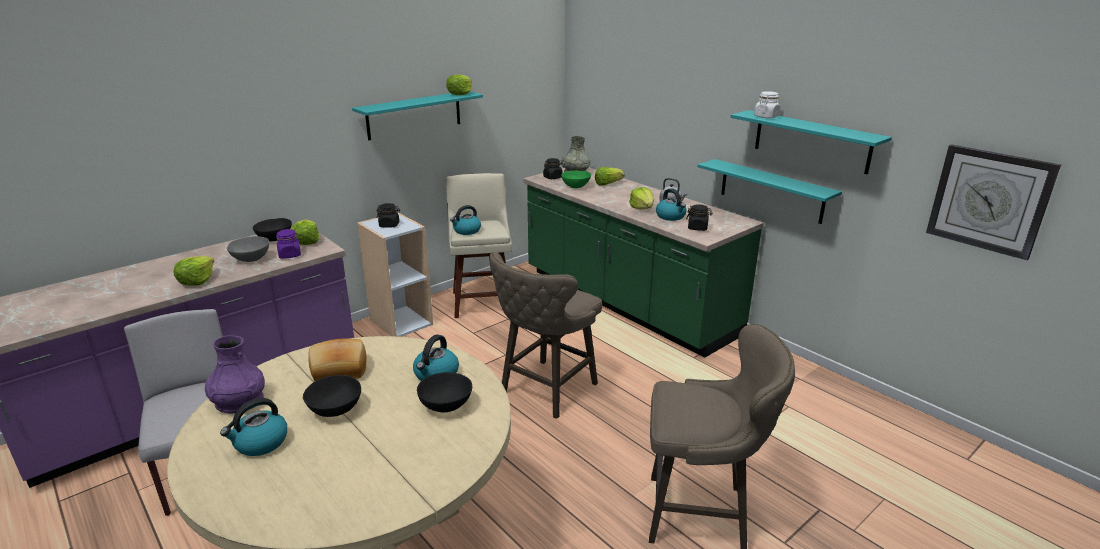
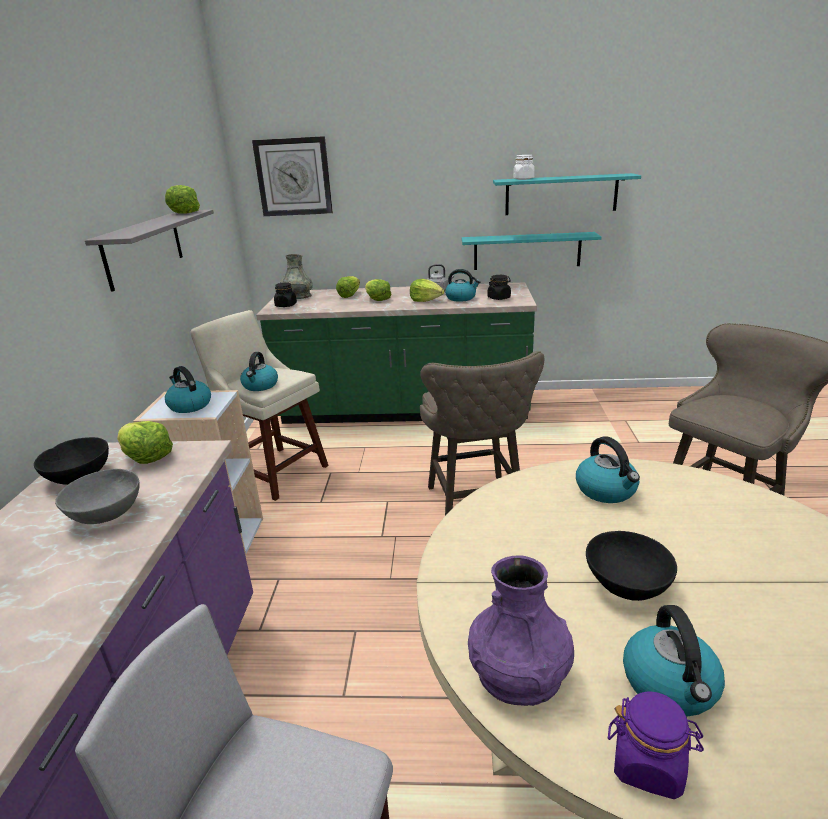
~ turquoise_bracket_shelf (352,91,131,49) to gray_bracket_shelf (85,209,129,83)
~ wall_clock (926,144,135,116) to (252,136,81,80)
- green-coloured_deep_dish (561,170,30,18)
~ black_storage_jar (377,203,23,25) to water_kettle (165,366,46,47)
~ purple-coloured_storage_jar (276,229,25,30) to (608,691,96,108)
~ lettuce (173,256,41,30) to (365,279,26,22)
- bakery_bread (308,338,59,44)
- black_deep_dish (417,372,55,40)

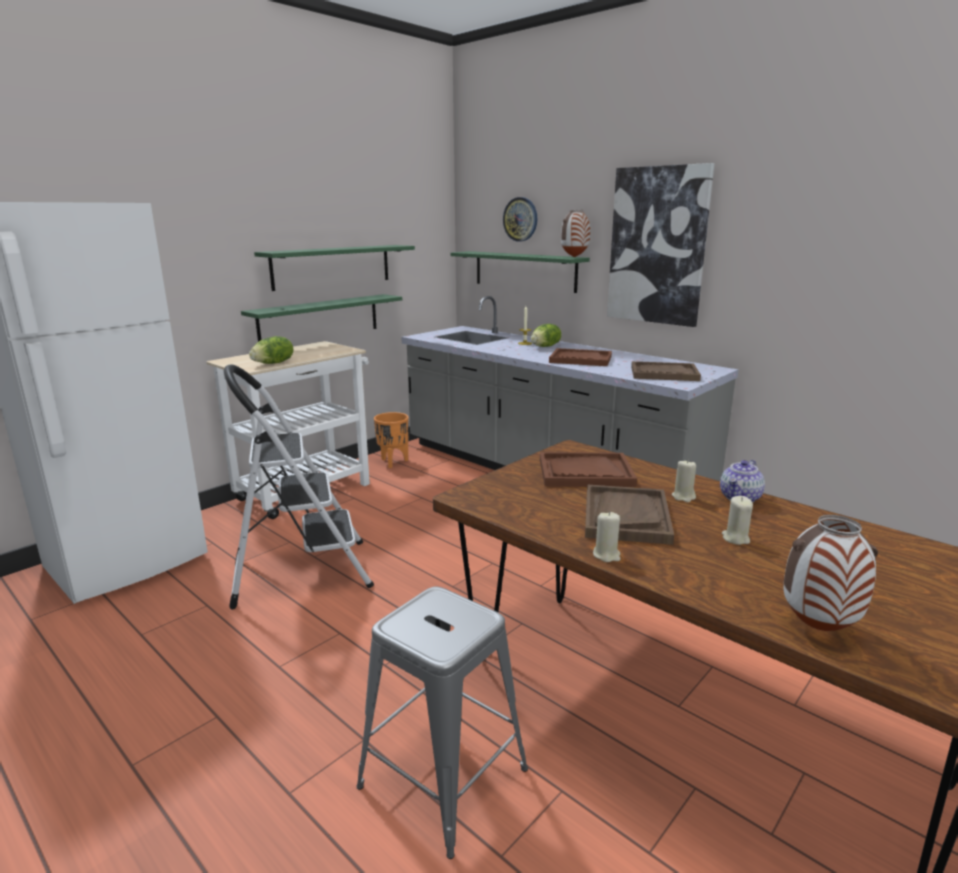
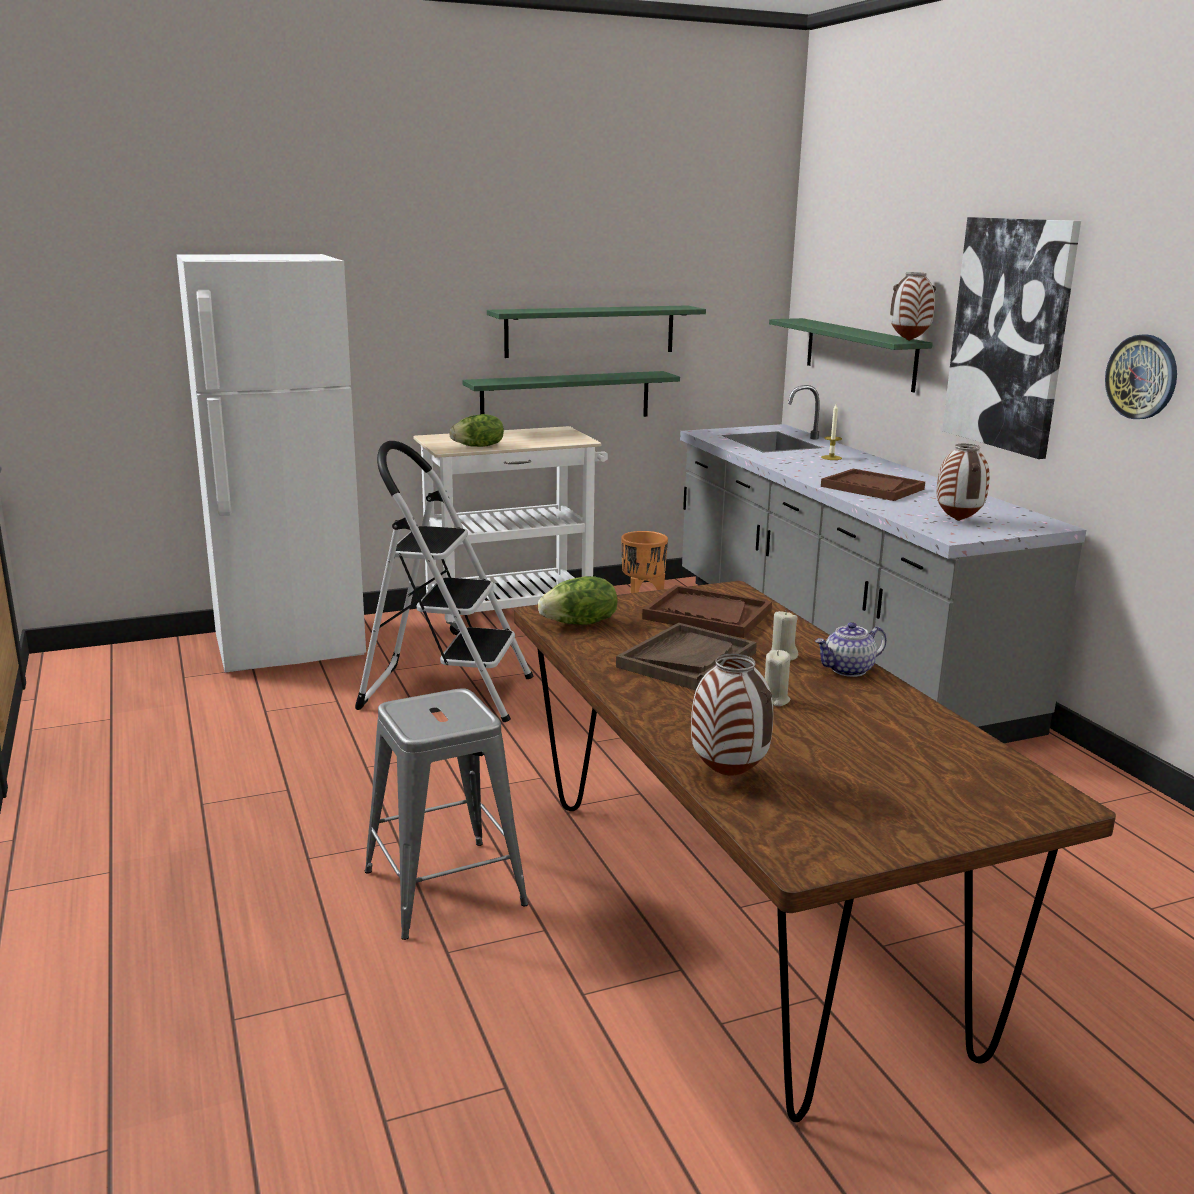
~ wall_clock (503,197,34,45) to (1105,334,72,85)
~ lettuce (531,324,30,23) to (538,576,79,49)
~ brownish_serving_tray (631,361,70,20) to decorative_vase (936,444,54,77)
- sand-coloured_candle (593,511,28,51)

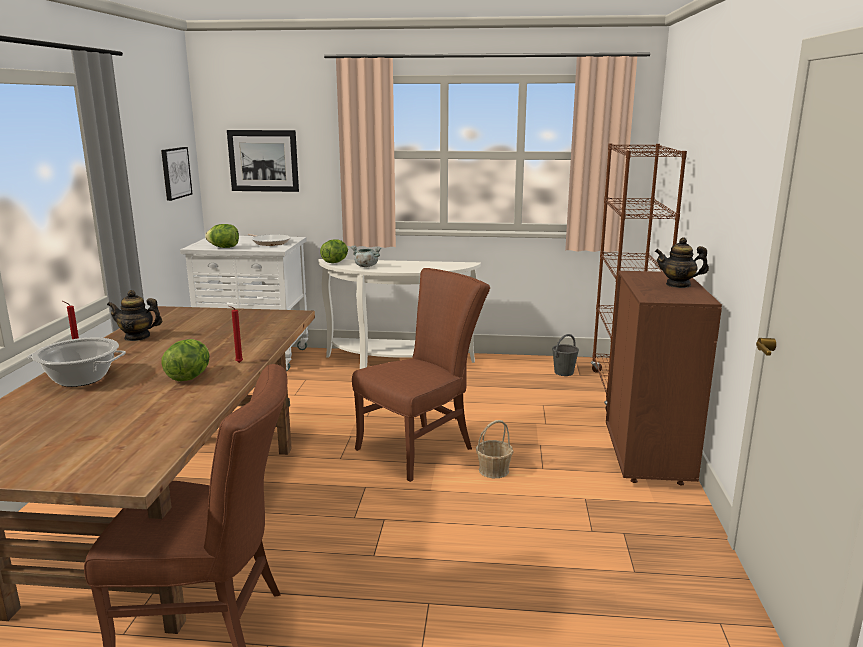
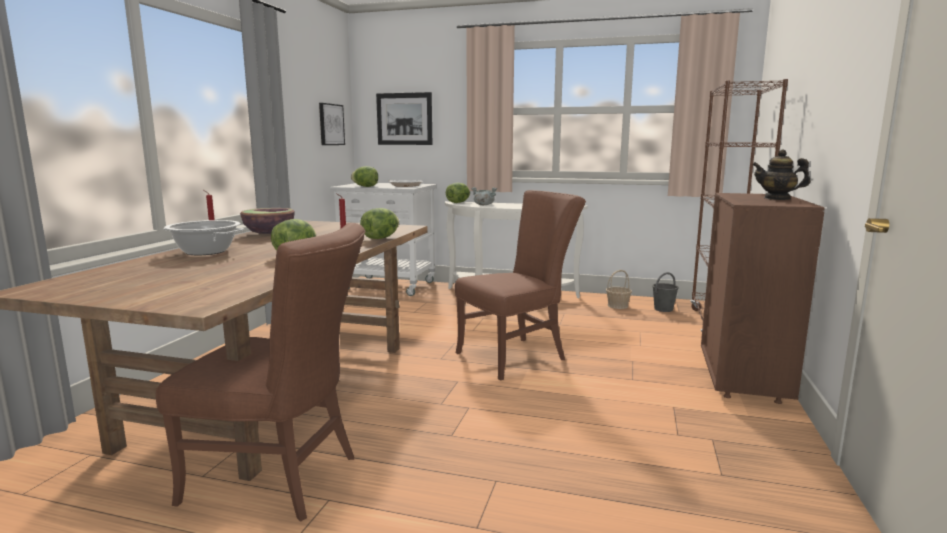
~ teapot (107,290,55,51) to deep_dish (240,208,55,26)
~ household_basket (476,420,38,58) to (606,270,26,39)
+ lettuce (360,208,39,31)

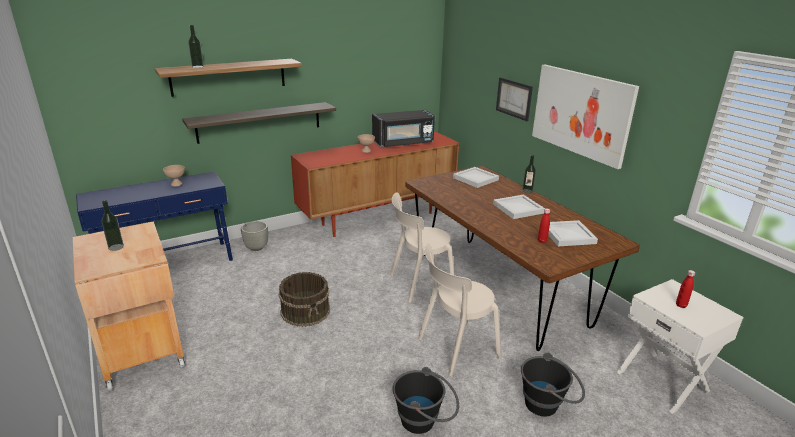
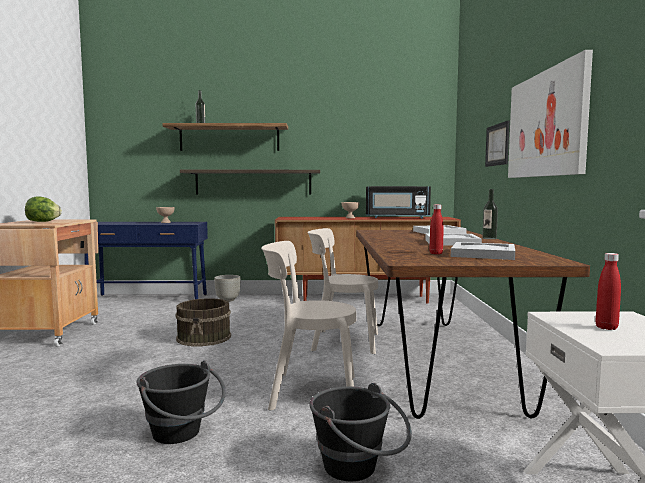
~ drink_bottle (101,200,23,51) to lettuce (25,196,37,26)

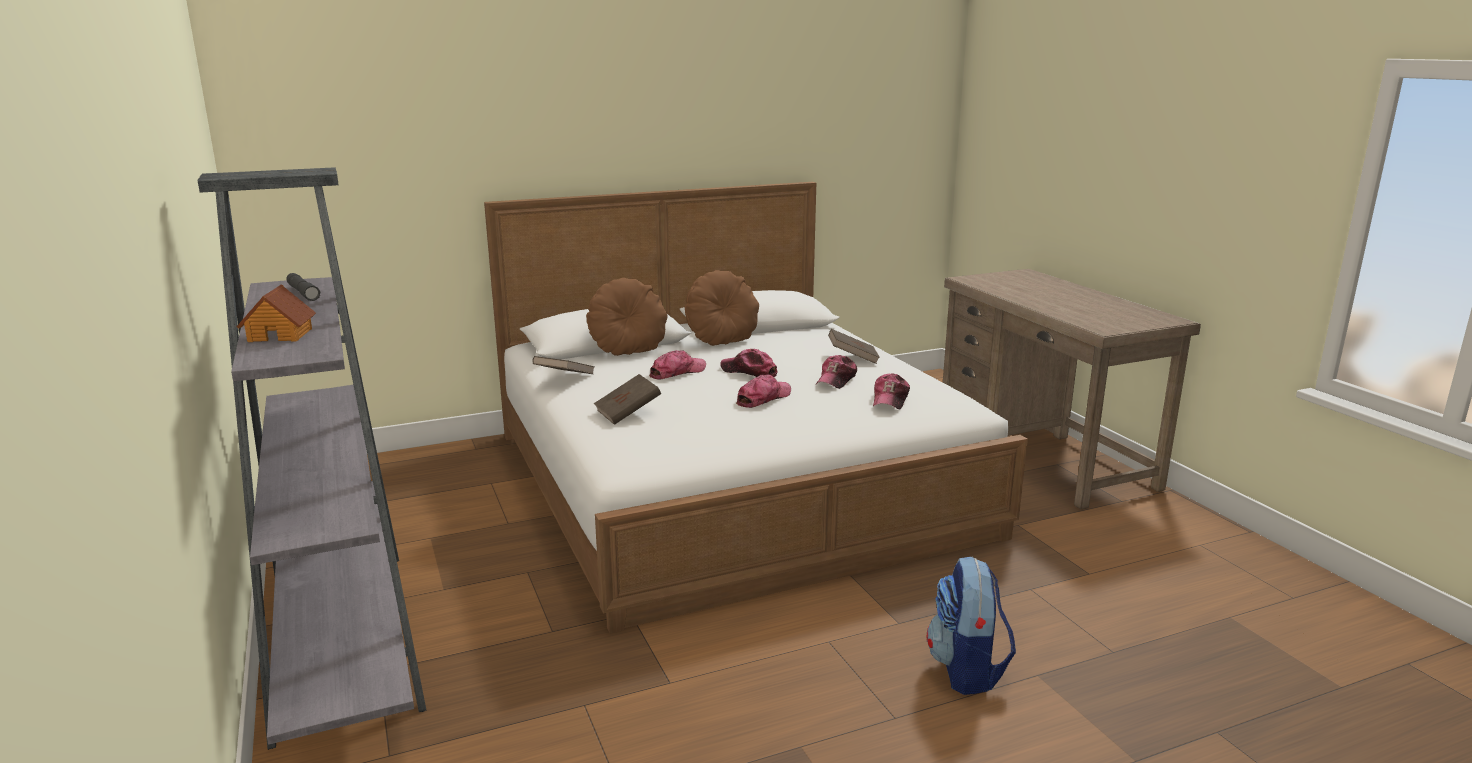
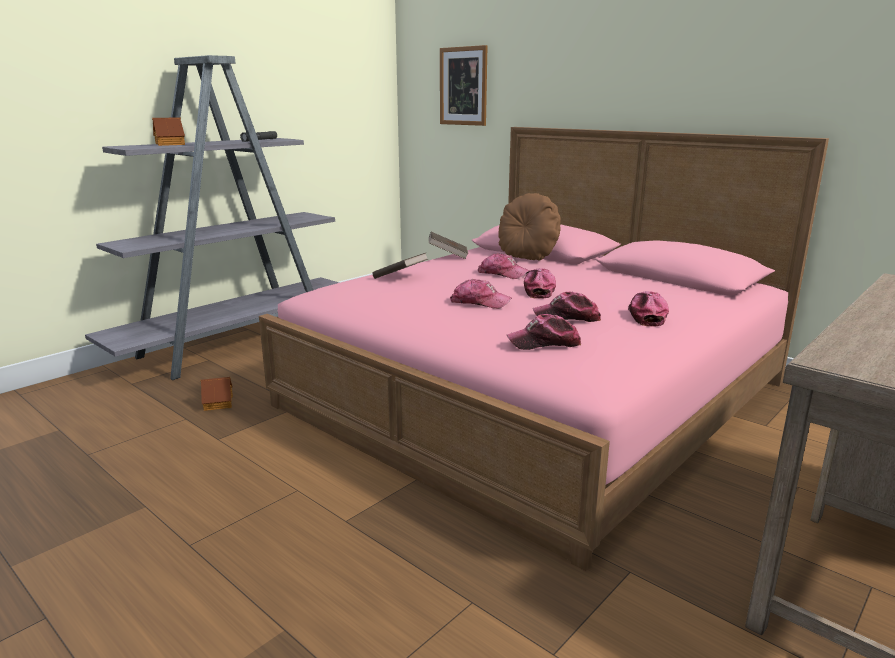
~ white_bedroom_bed (484,182,544,452) to pink_bedroom_bed (259,127,570,444)
- brownish_pillow (685,270,74,76)
~ brownish_book (828,329,52,35) to peaked_cap (628,291,41,36)
- backpack (927,556,89,139)
+ picture (440,45,47,81)
+ toy_house (200,377,33,34)

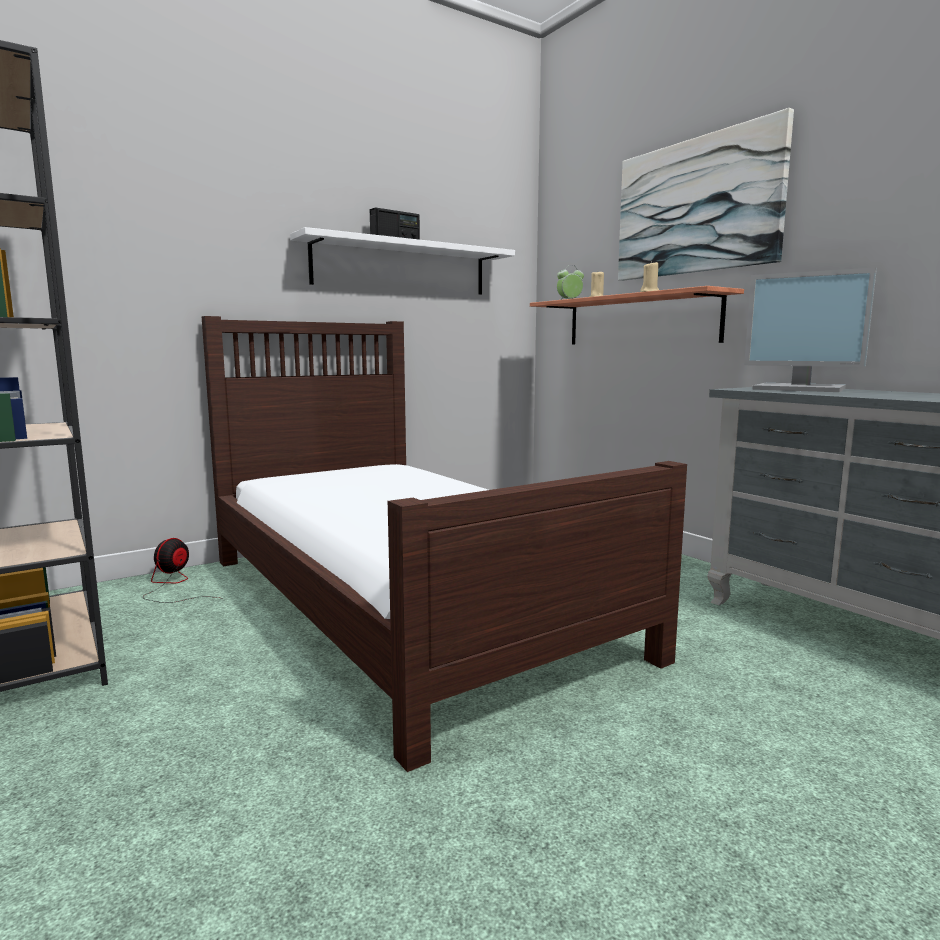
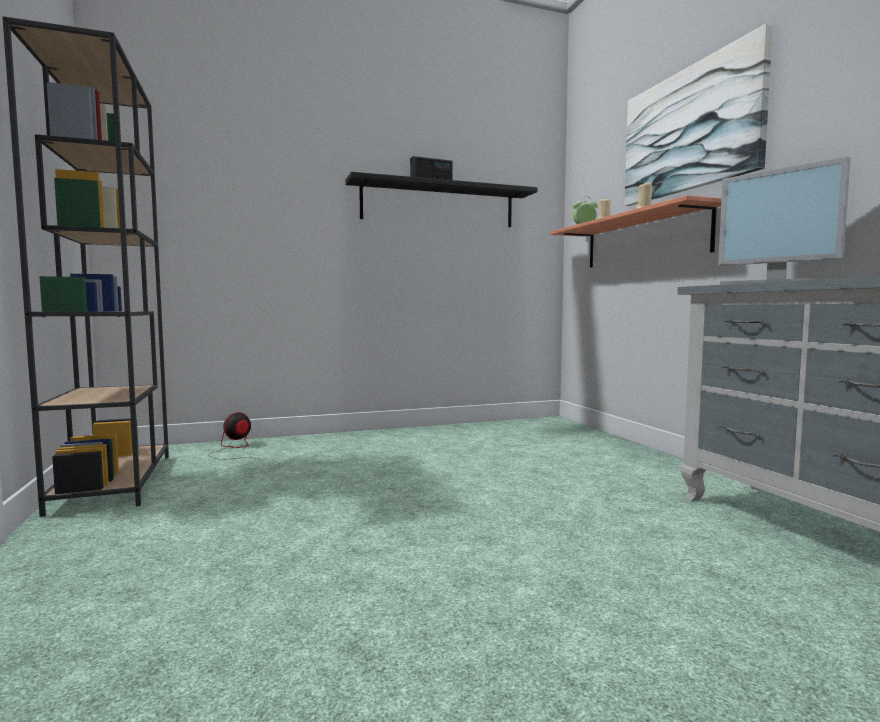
~ white_bracket_shelf (290,227,225,68) to black_bracket_shelf (345,172,192,55)
- brownish_bedroom_bed (202,316,485,456)

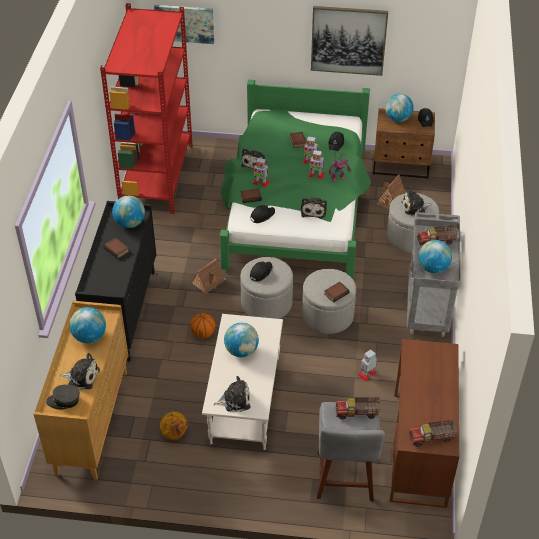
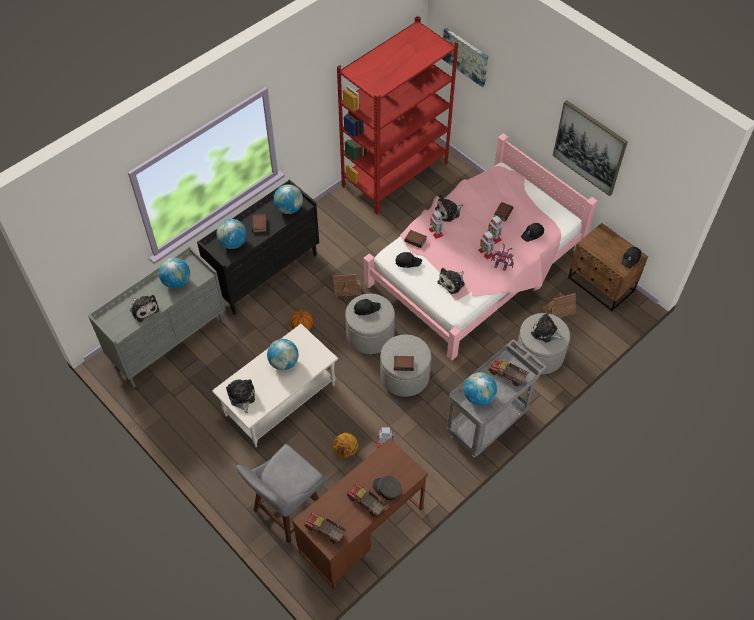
~ green-coloured_bedroom_bed (220,80,151,199) to pink_bedroom_bed (364,133,234,227)
~ desk_globe (385,94,29,28) to (216,219,31,30)
~ brownish_chest_of_drawers (34,301,94,180) to gray_chest_of_drawers (88,247,137,141)
~ cuddly_toy (214,376,36,36) = (226,379,29,34) 135 degrees counterclockwise
~ gray_peaked_cap (46,384,34,26) to (373,476,29,24)
~ toy_lorry (336,397,45,22) to (347,483,40,34)
~ basketball_ball (160,411,27,29) to (333,433,25,25)

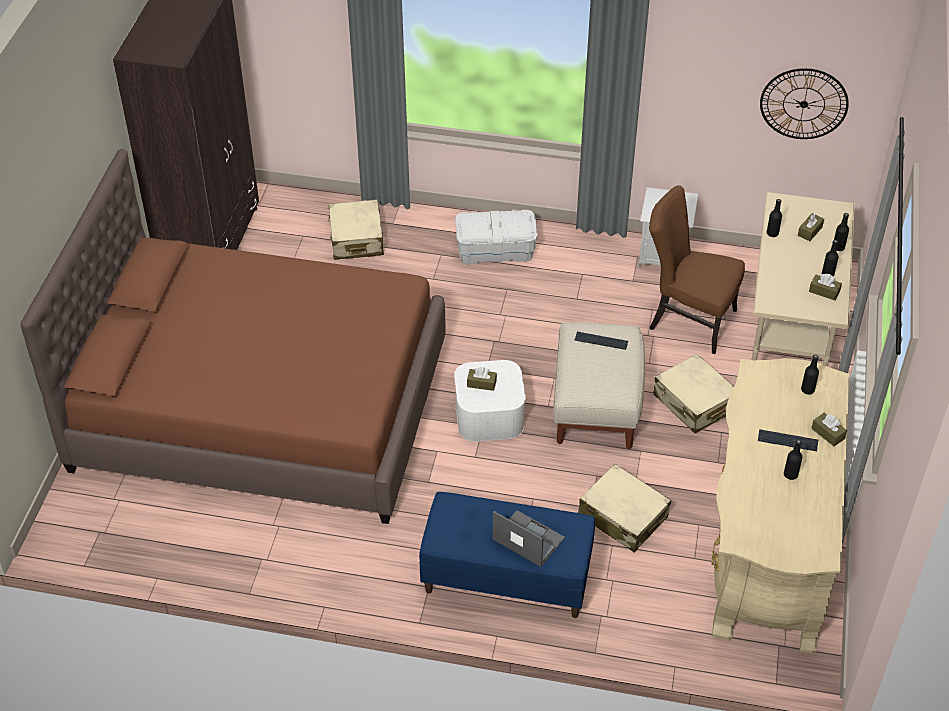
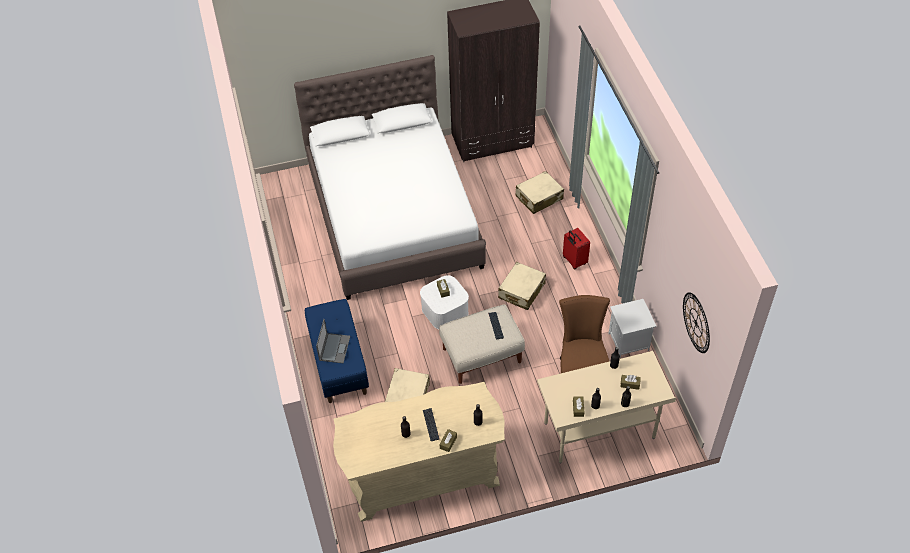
~ brownish_bedroom_bed (20,149,426,375) to white_bedroom_bed (294,55,192,245)
~ white_storage_container (455,210,83,54) to reddish_suitcase (563,228,27,41)
~ sand-coloured_suitcase (653,354,81,79) to (498,262,48,48)

